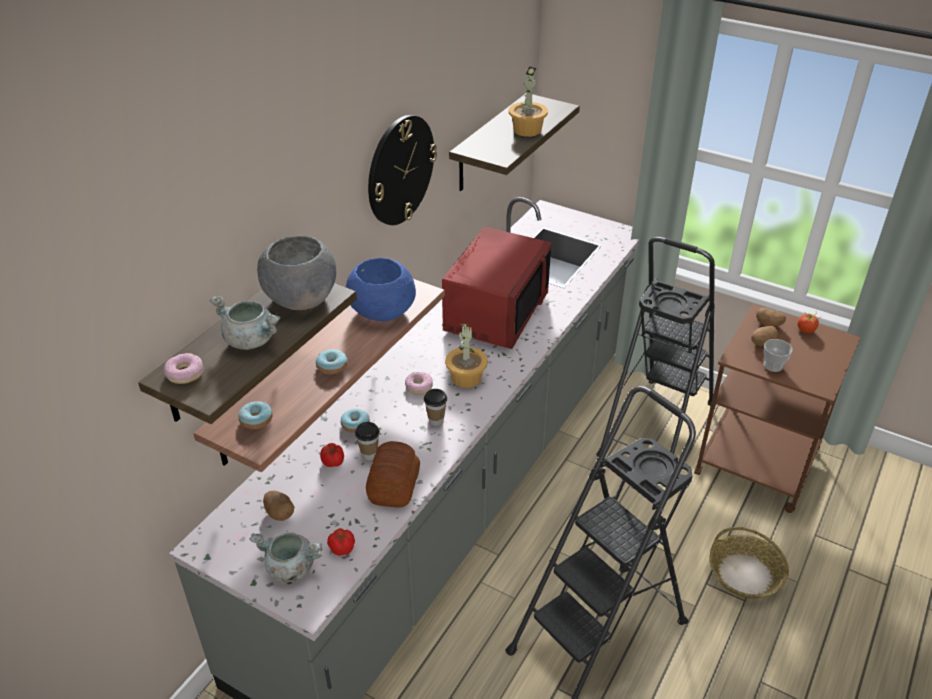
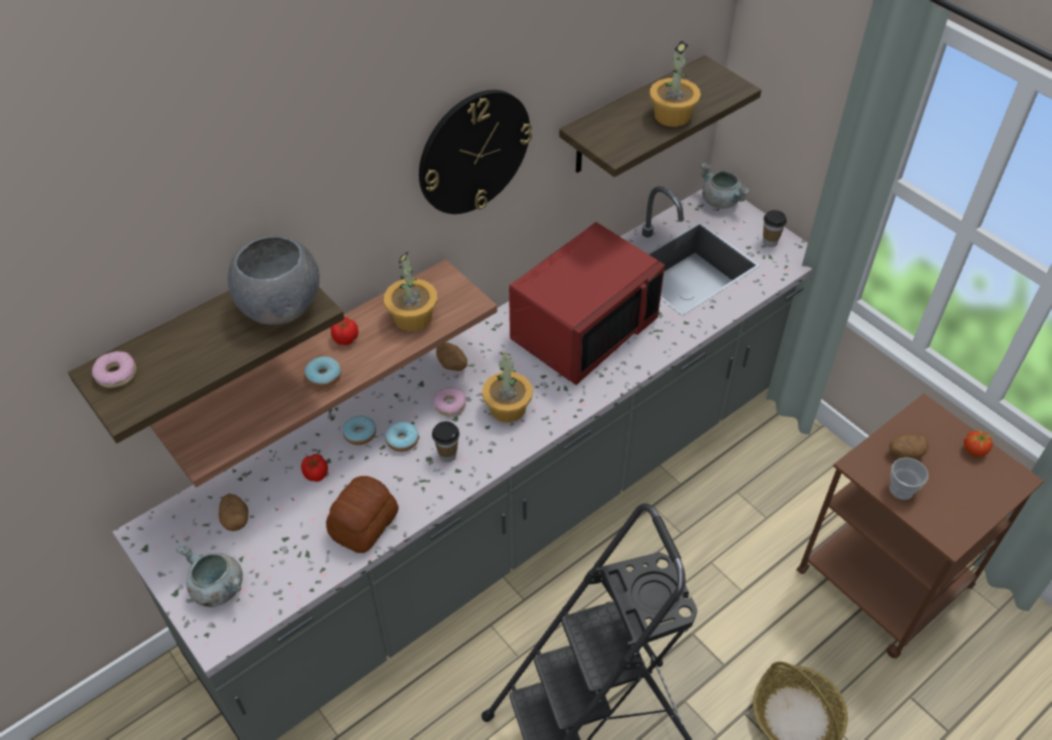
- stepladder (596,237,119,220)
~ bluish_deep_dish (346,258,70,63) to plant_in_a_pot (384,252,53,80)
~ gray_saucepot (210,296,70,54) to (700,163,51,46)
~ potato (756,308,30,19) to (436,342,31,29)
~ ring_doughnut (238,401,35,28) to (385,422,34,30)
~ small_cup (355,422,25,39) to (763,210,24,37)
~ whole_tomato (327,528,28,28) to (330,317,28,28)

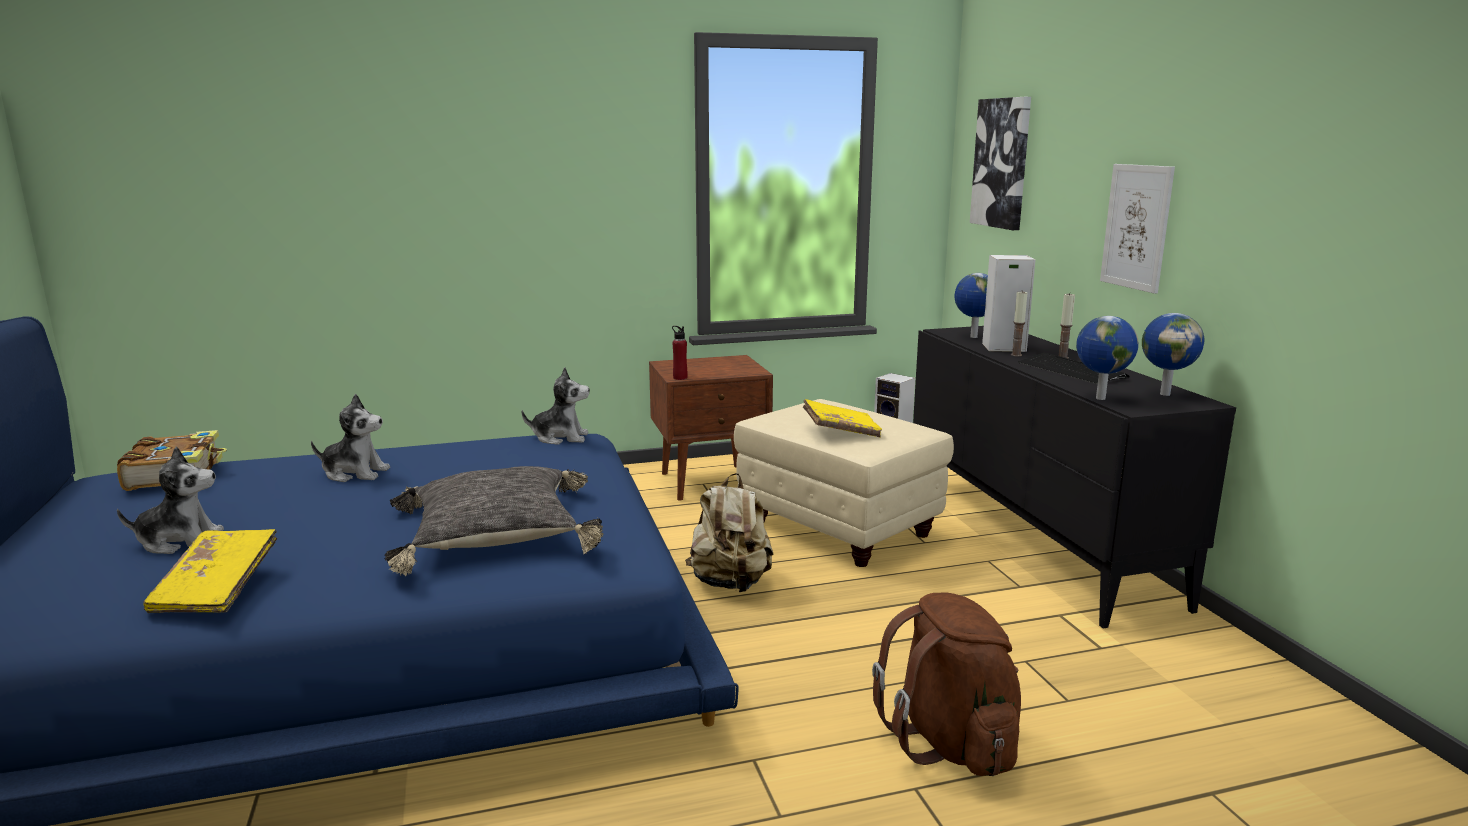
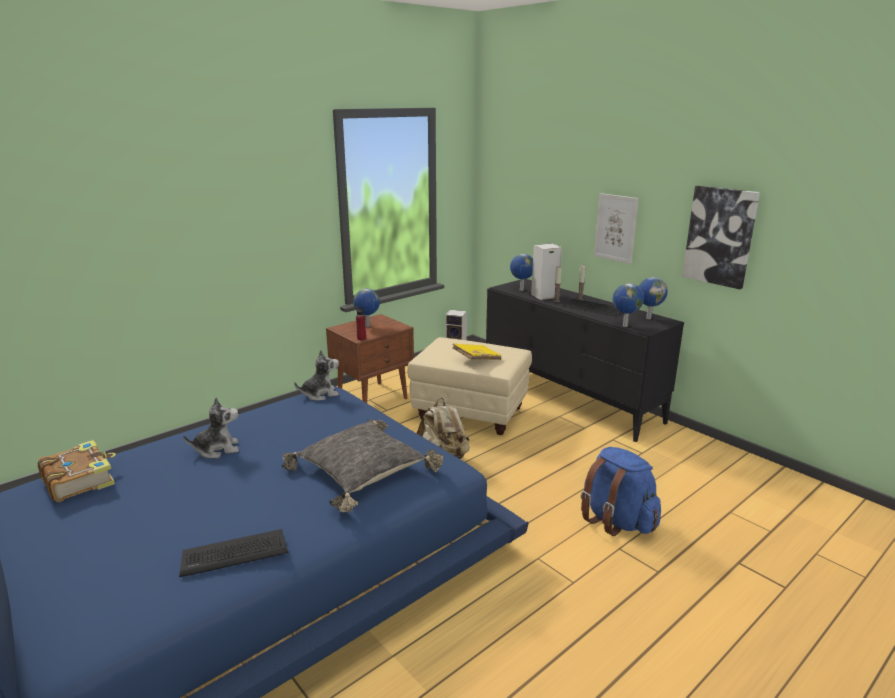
~ picture (970,97,61,133) to (682,186,78,103)
- cuddly_toy (117,447,107,107)
~ yellow-coloured_book (143,529,134,84) to PC_keyboard (179,529,110,48)
~ brownish_backpack (872,593,149,183) to bluish_backpack (581,447,80,89)
+ desk_globe (353,289,27,38)

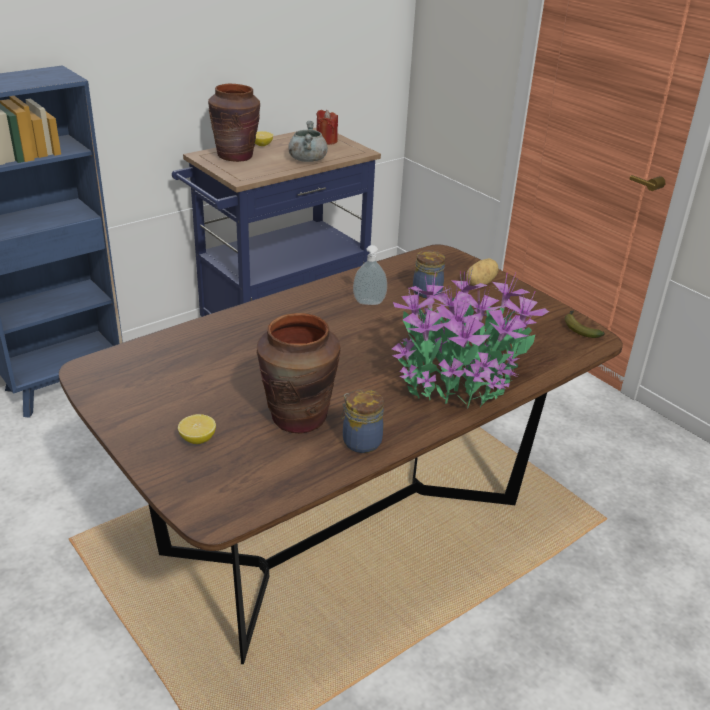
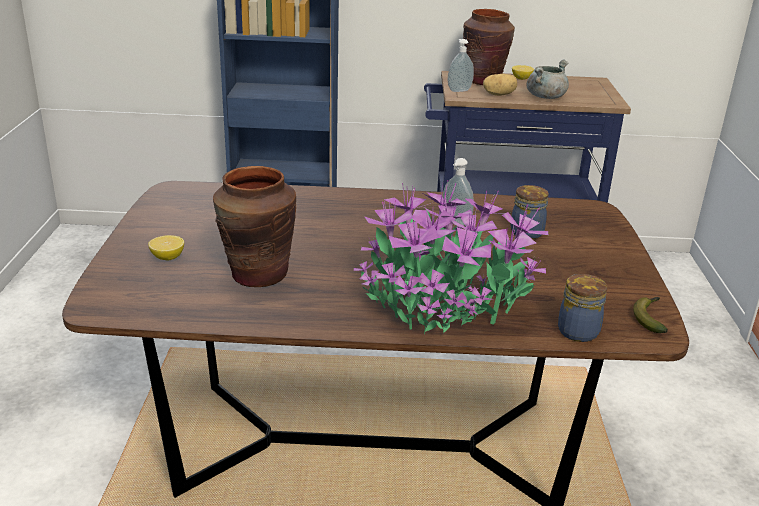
- reddish_candle (316,110,22,35)
~ potato (466,258,33,28) to (483,74,34,22)
~ storage_jar (341,389,43,64) to (558,274,49,68)
+ soap_bottle (448,39,26,53)

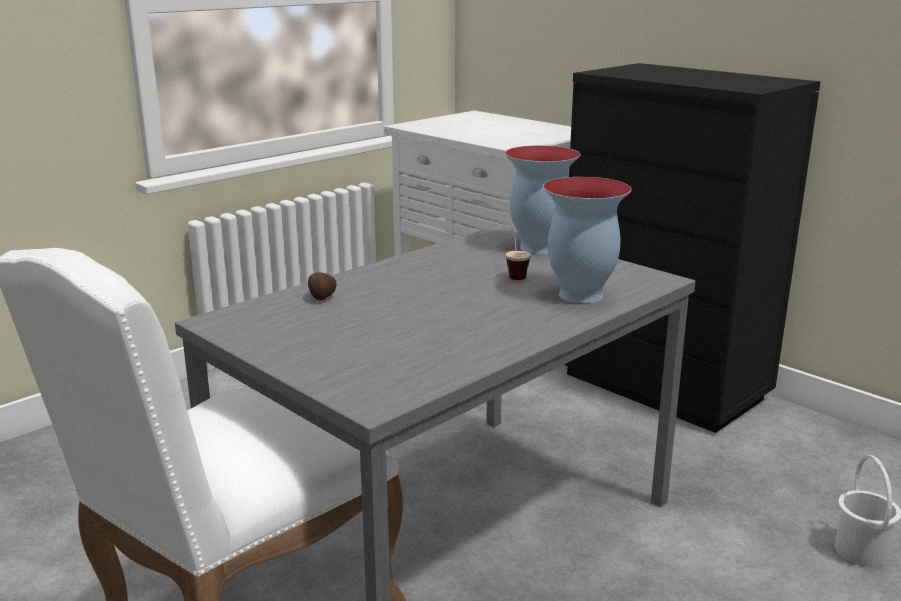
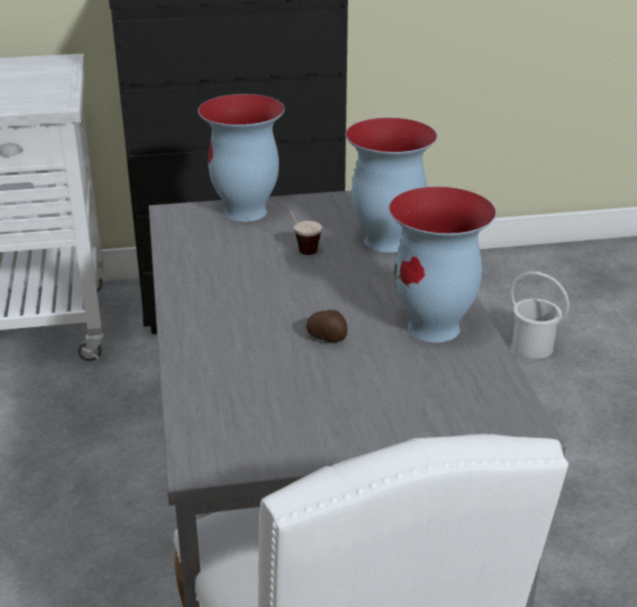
~ potato (308,272,29,28) to (306,310,41,32)
+ decorative_vase (389,186,107,157)

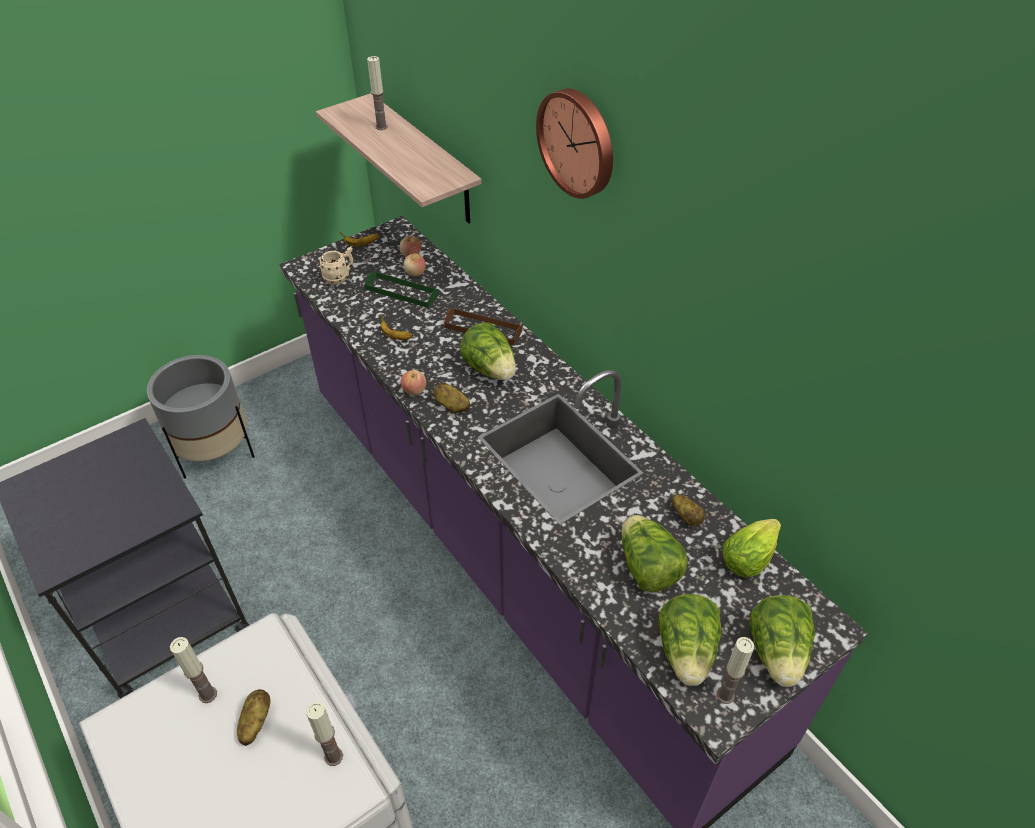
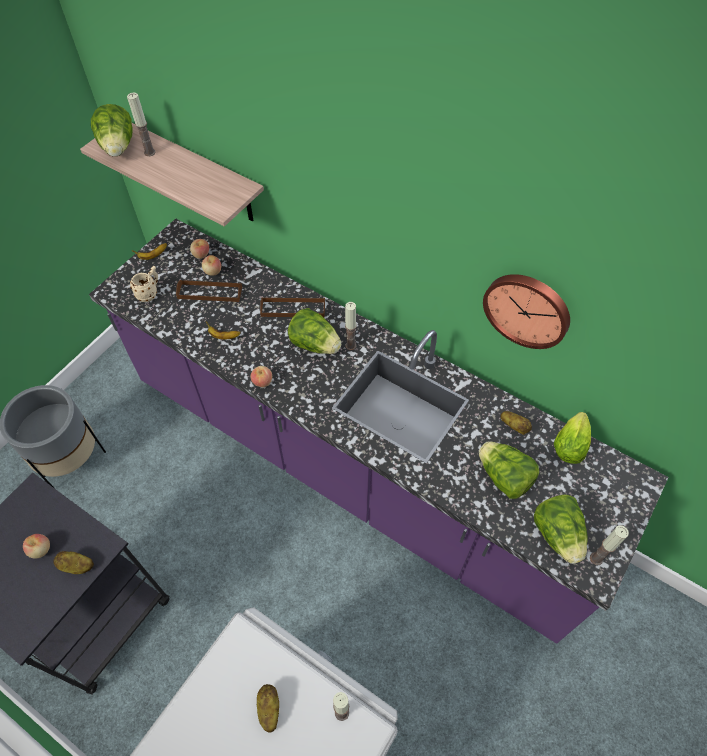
~ wall_clock (536,88,77,111) to (483,274,87,75)
~ green-coloured_serving_tray (364,271,75,37) to brownish_serving_tray (176,280,66,22)
~ potato (433,383,37,29) to (53,551,41,23)
~ lettuce (749,595,66,92) to (91,104,42,53)
~ candle (170,637,47,66) to (345,302,12,49)
+ apple_fruit (23,534,27,25)

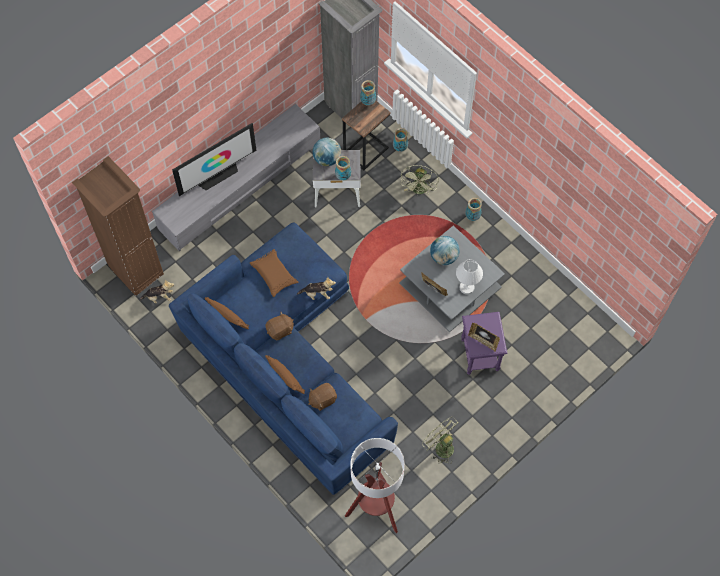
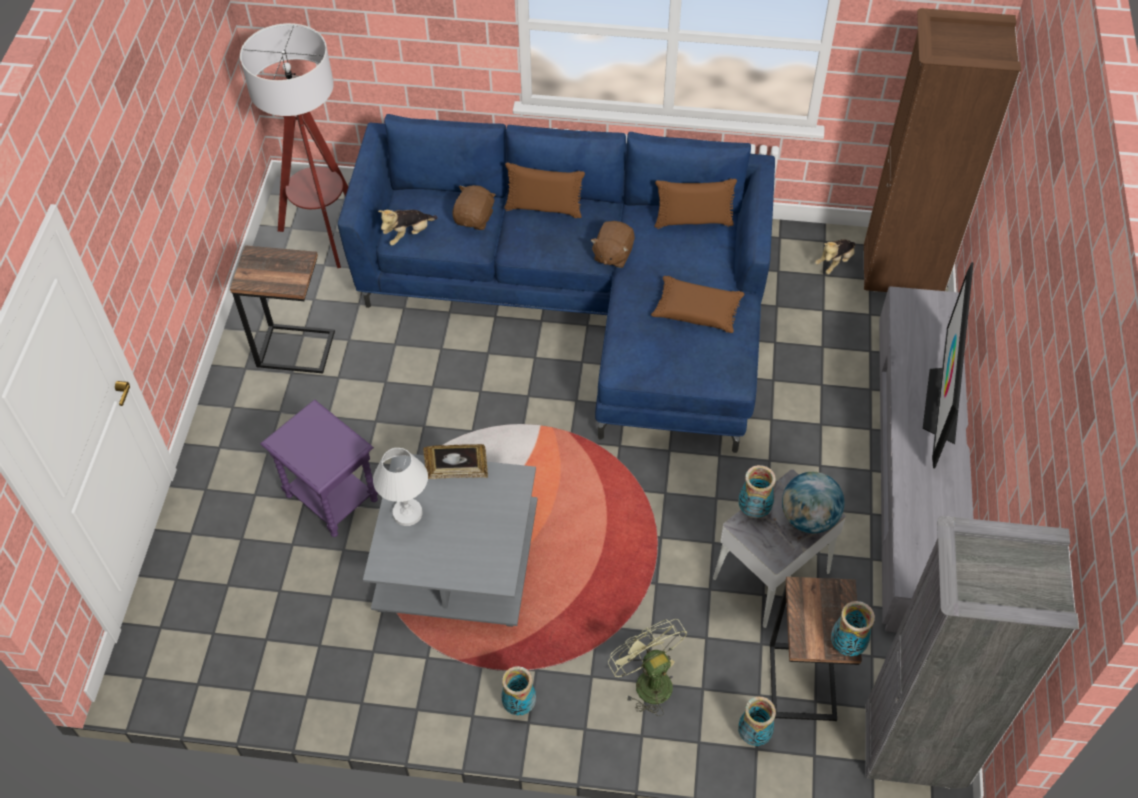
- desk_globe (430,236,30,29)
~ cuddly_toy (297,277,39,23) to (378,210,60,36)
- picture_frame (468,323,32,29)
~ green-coloured_fan (422,417,36,47) to side_table (230,245,105,129)

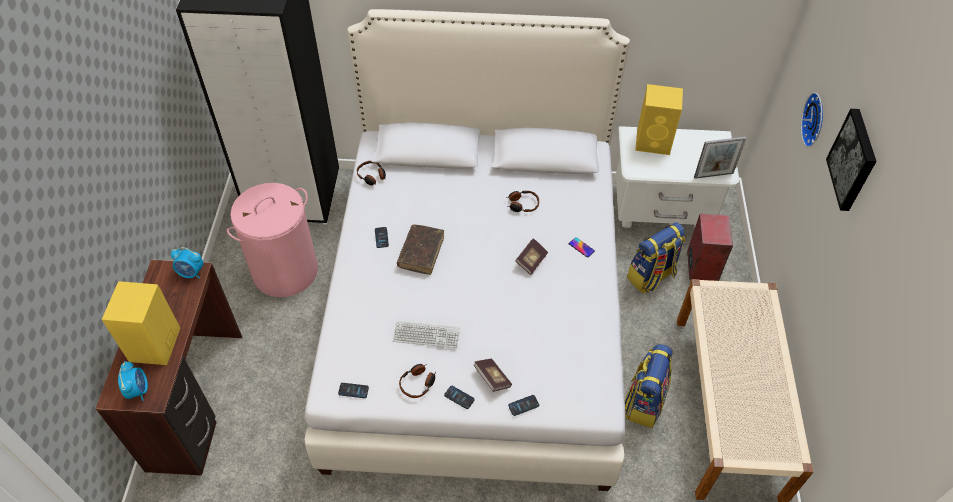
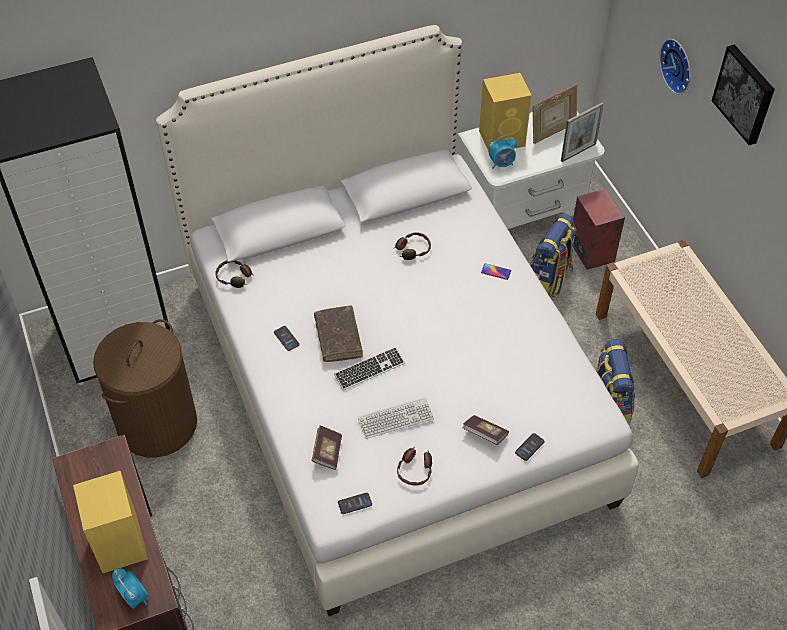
~ pink_hamper (227,183,91,114) to brownish_hamper (93,319,104,139)
~ book (515,238,33,37) to (312,425,30,45)
~ bedside_clock (171,247,32,32) to (489,136,28,33)
- phone (444,386,31,23)
+ picture_frame (532,84,45,60)
+ PC_keyboard (334,347,71,43)

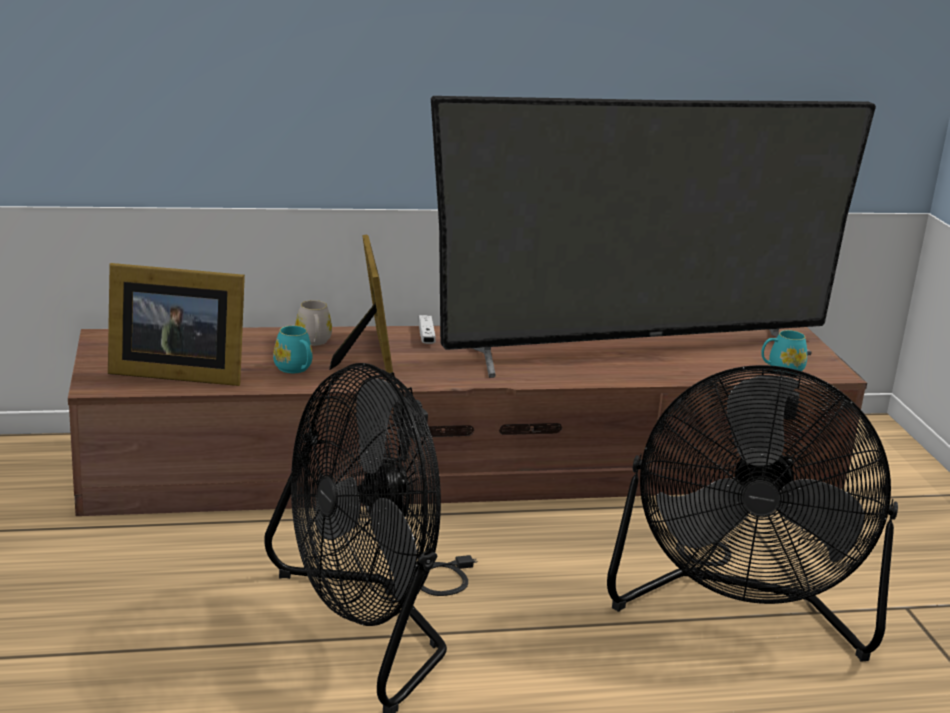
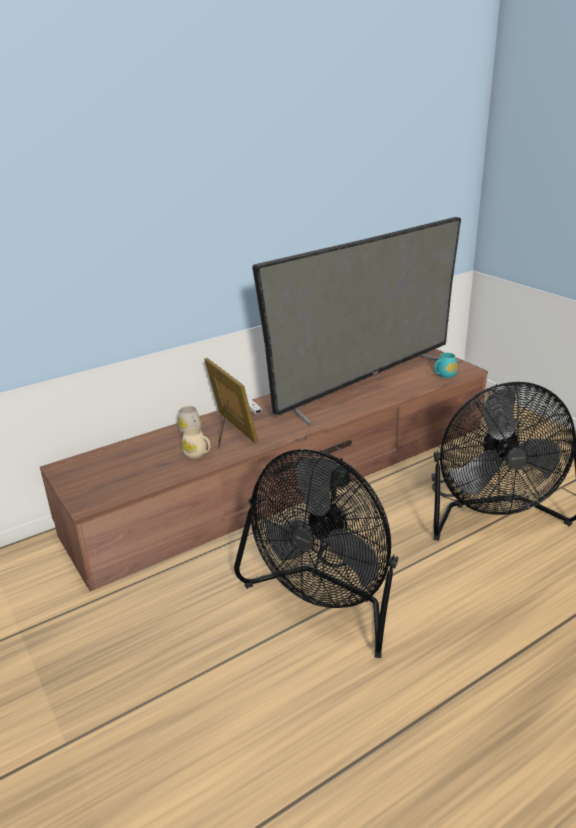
- picture_frame (108,263,137,123)
~ turquoise_mug (273,325,40,48) to sand-coloured_mug (182,427,28,31)

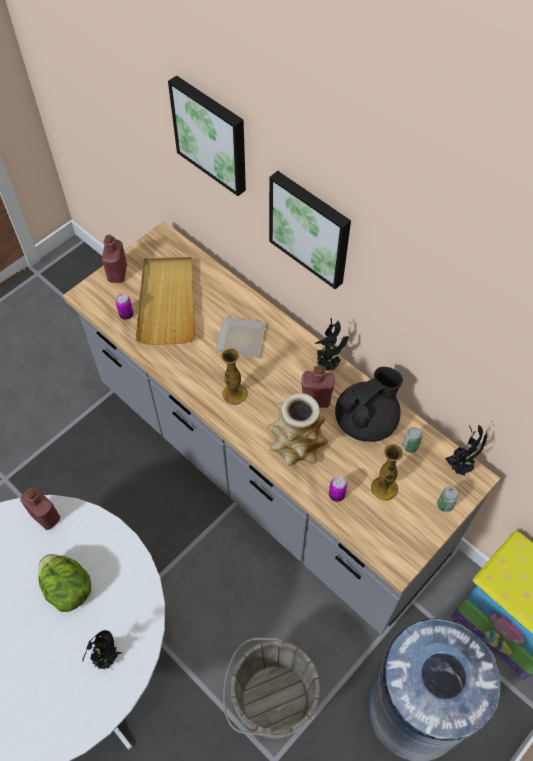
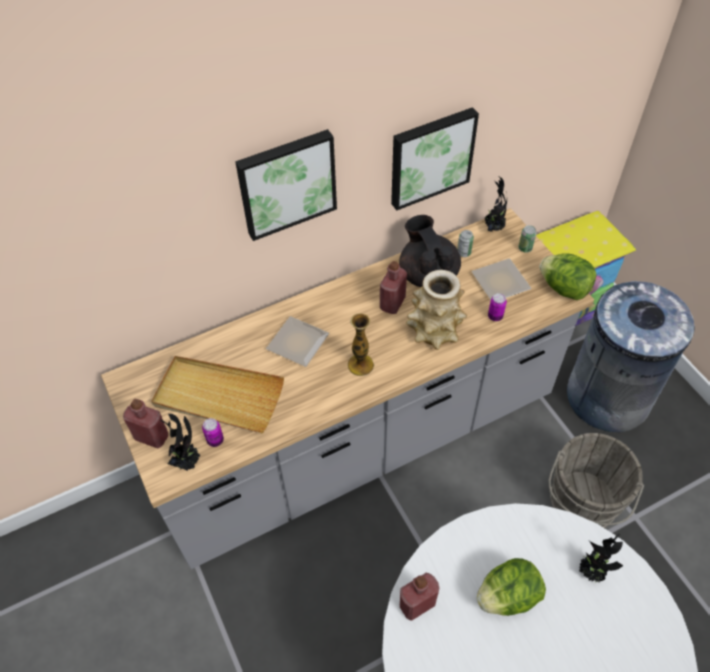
~ picture (168,75,78,121) to (391,107,88,104)
~ plant_in_a_pot (315,318,34,53) to (160,414,40,57)
~ decorative_vase (371,443,33,58) to flat_dish (472,258,59,42)
+ lettuce (539,253,58,47)

